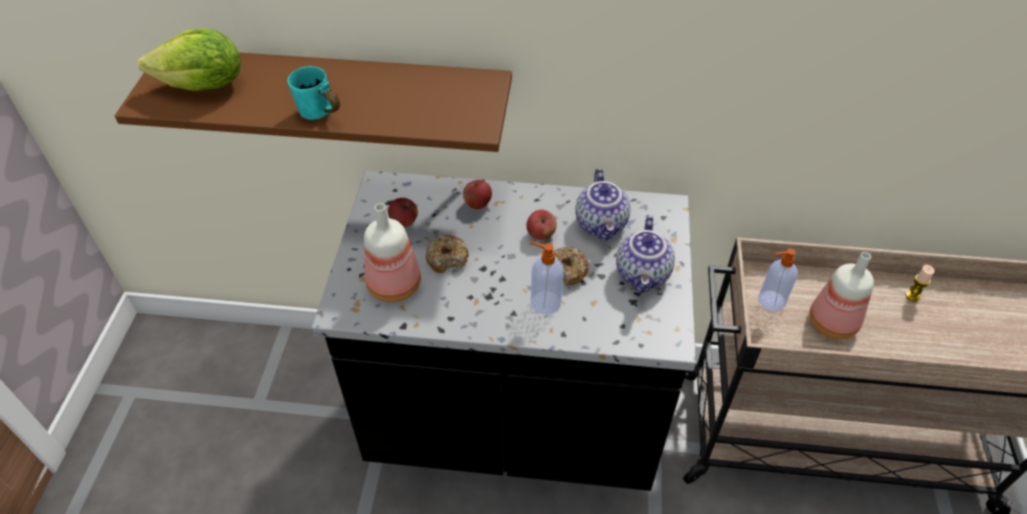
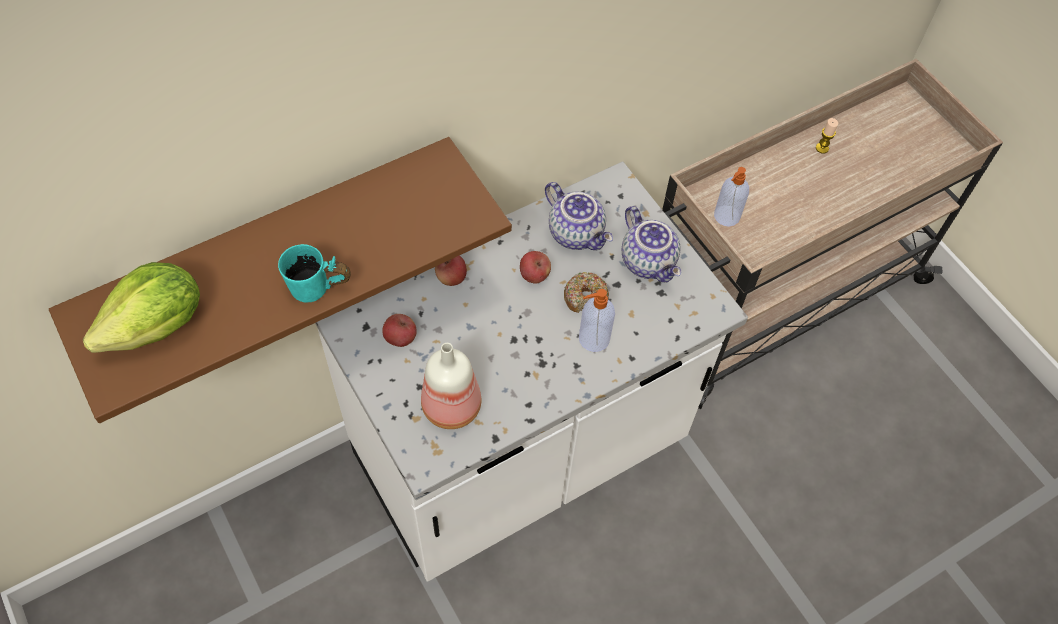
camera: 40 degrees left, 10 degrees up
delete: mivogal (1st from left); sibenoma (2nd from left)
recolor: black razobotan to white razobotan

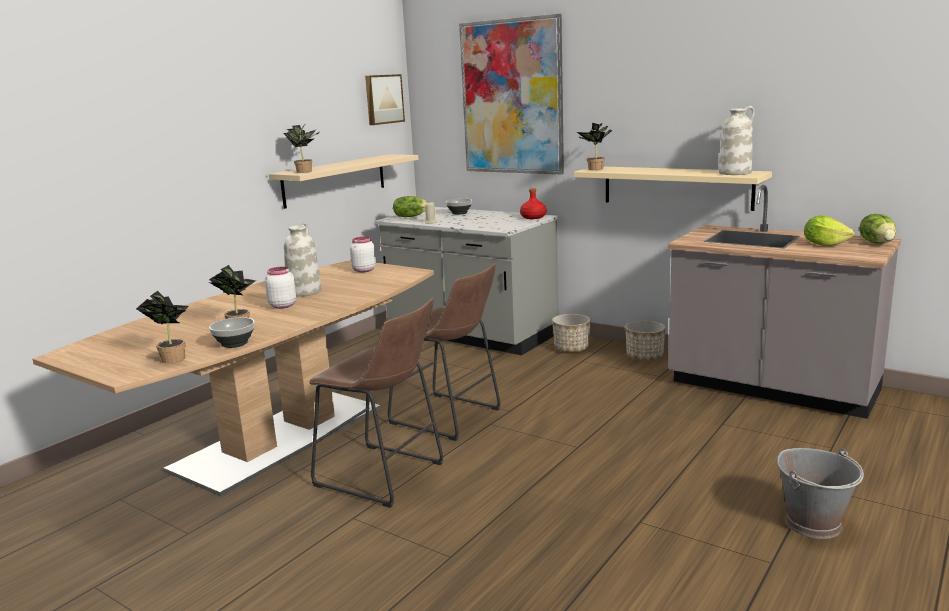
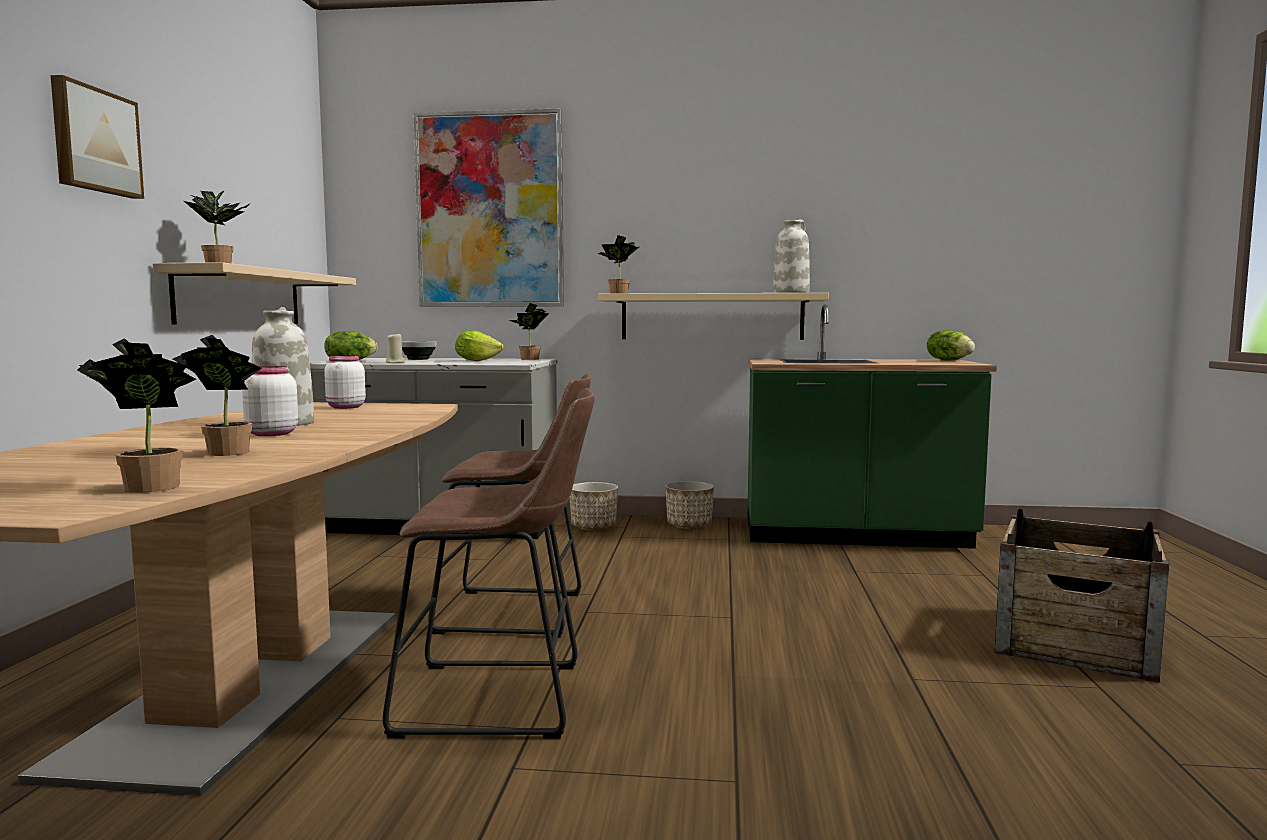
camera: 30 degrees left, 10 degrees down
delete: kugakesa (1st from left)
move: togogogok (1st from left); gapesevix (2nd from left)
replace: red sibenoma to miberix (4th from left); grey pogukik to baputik
recolor: grey razobotan (2nd from left) to green razobotan

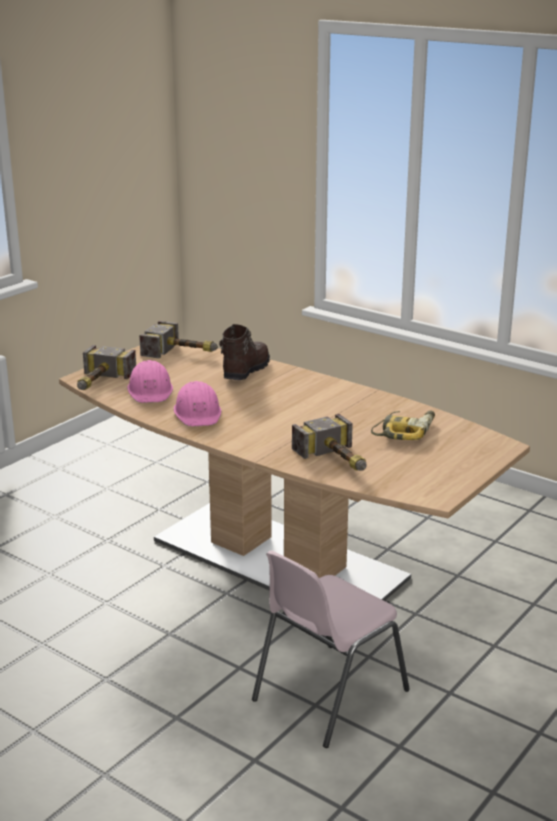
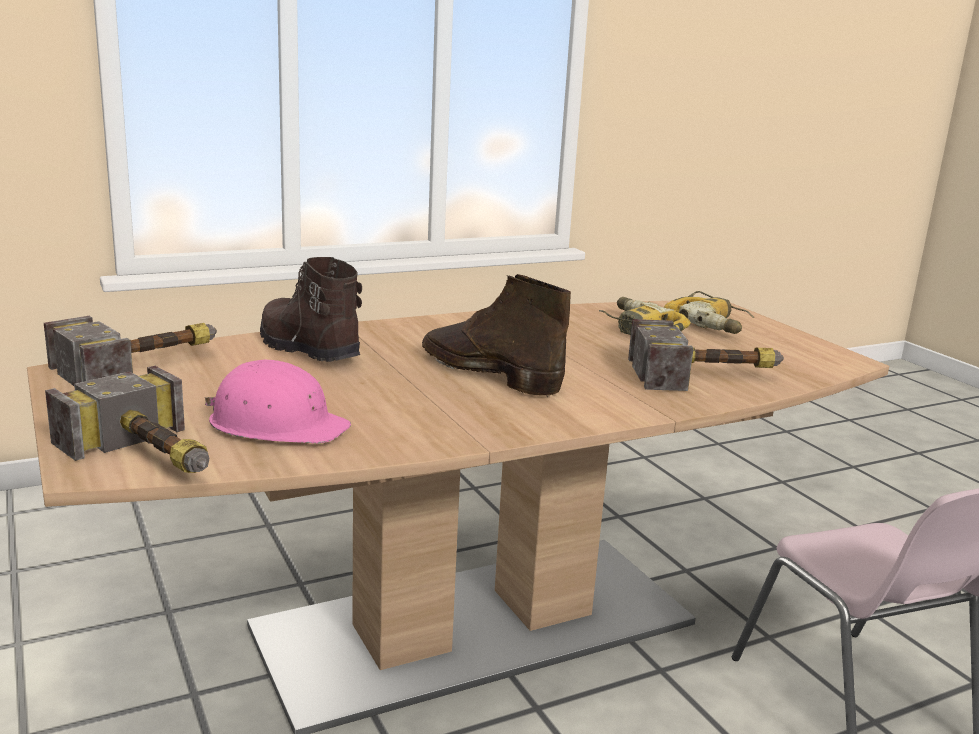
camera: 65 degrees left, 5 degrees down
delete: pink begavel (2nd from left)
insert: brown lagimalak (2nd from left); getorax (2nd from left)

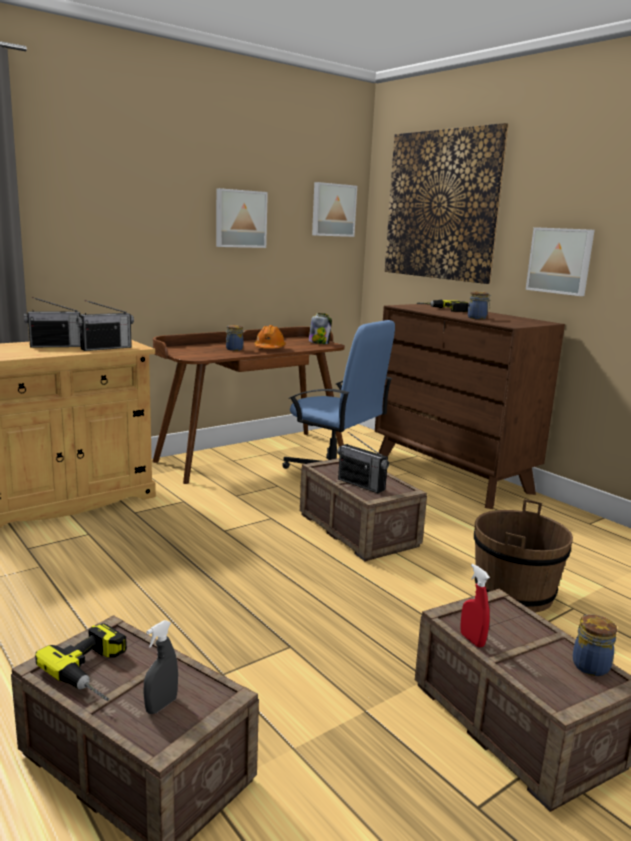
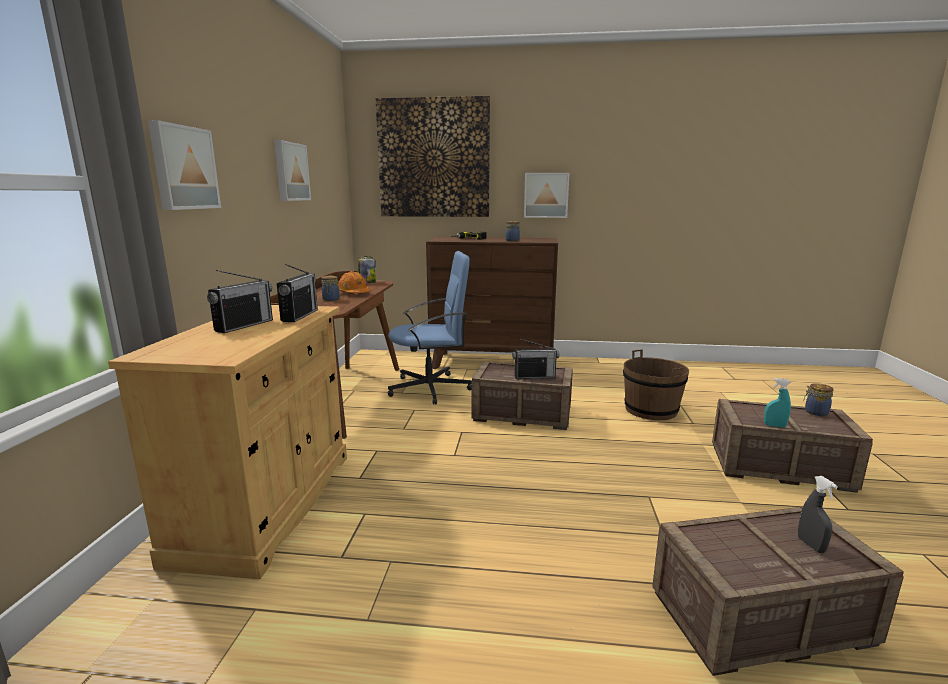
camera: 45 degrees left, 0 degrees up
delete: getorax (1st from left)
move: togogogok (2nd from left in the first image) to togogogok (1st from left)
recolor: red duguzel to turquoise duguzel

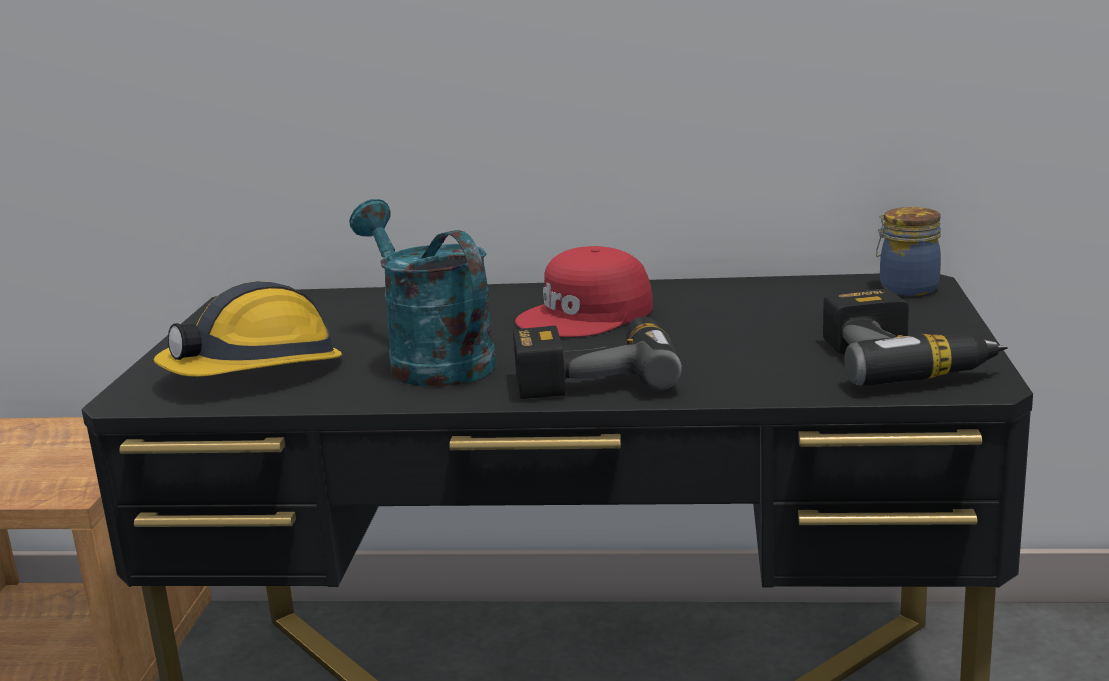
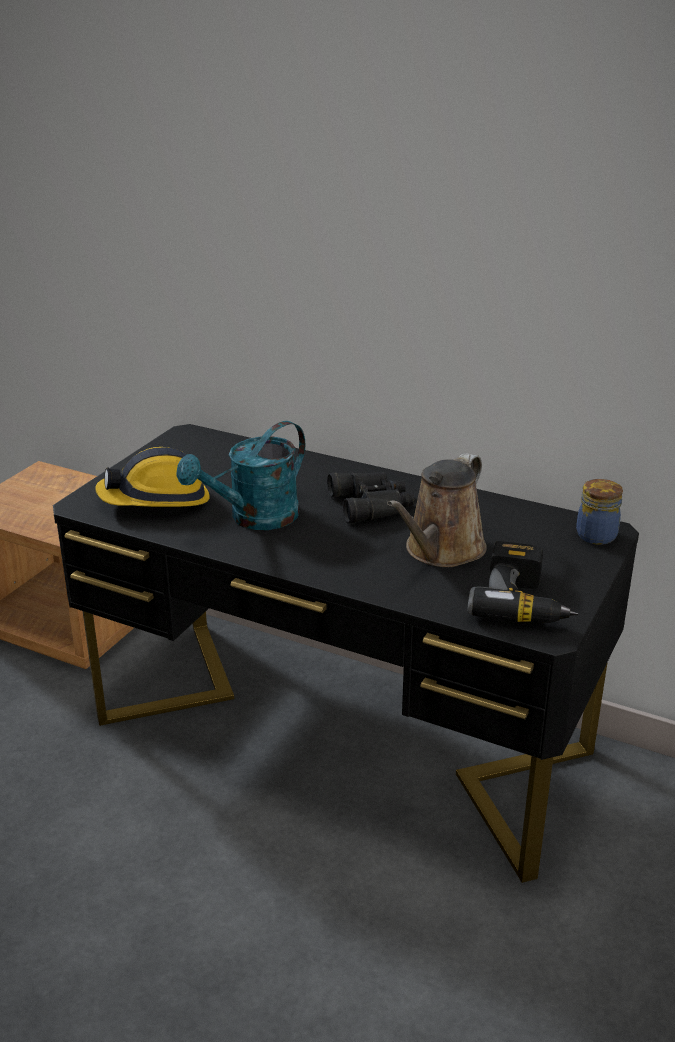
camera: 20 degrees right, 10 degrees up
delete: getorax (1st from left)
insert: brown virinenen
replace: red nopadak to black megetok
rotate: turquoise virinenen 120 degrees counterclockwise

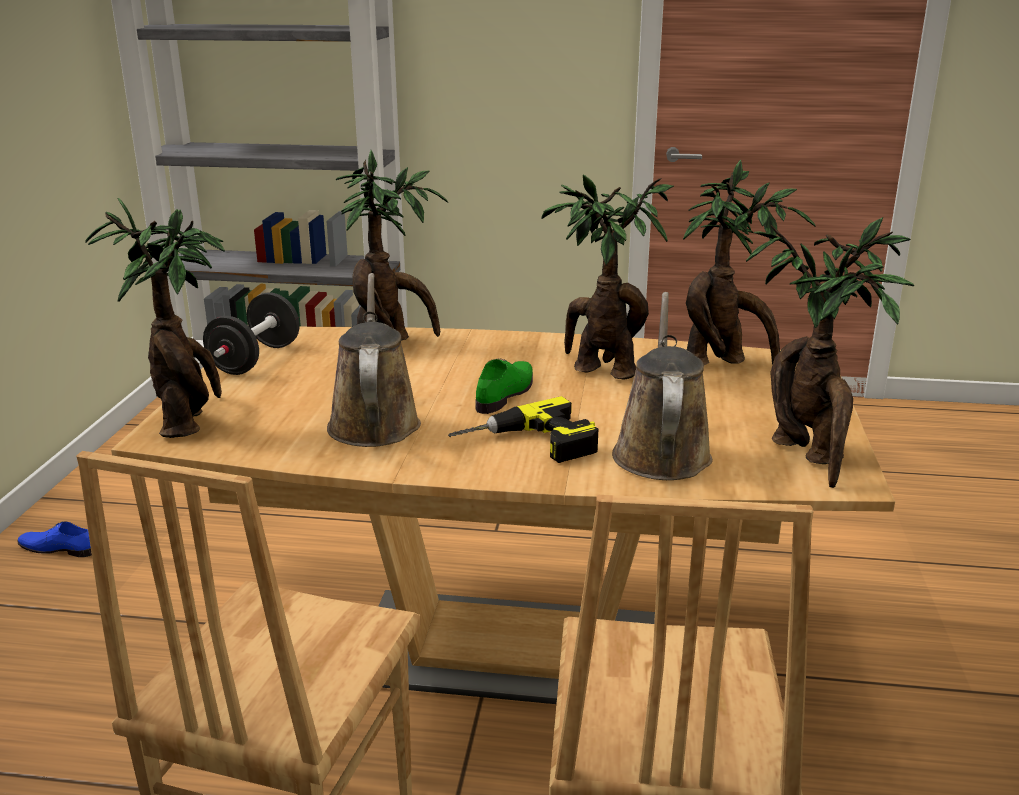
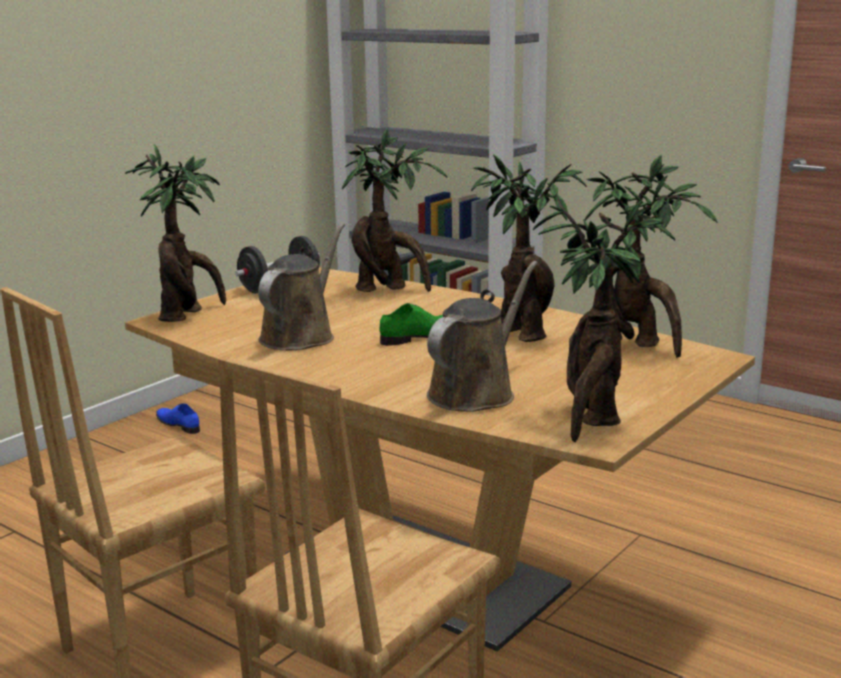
camera: 30 degrees right, 5 degrees down
delete: getorax

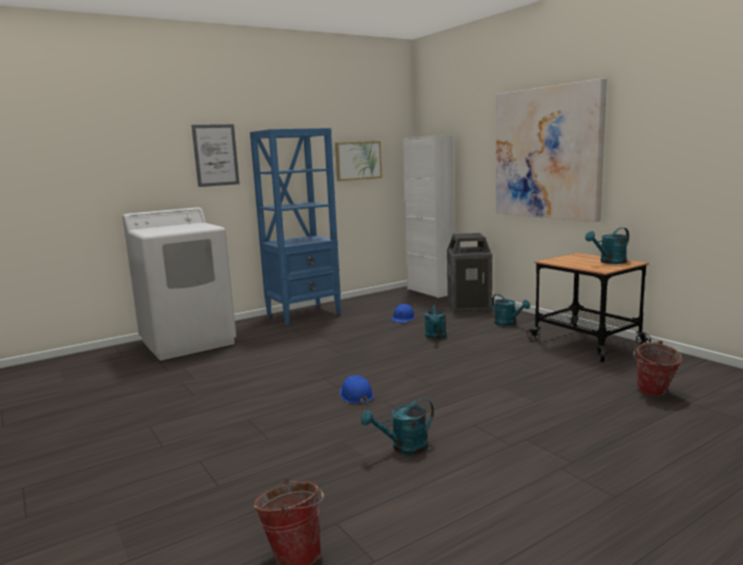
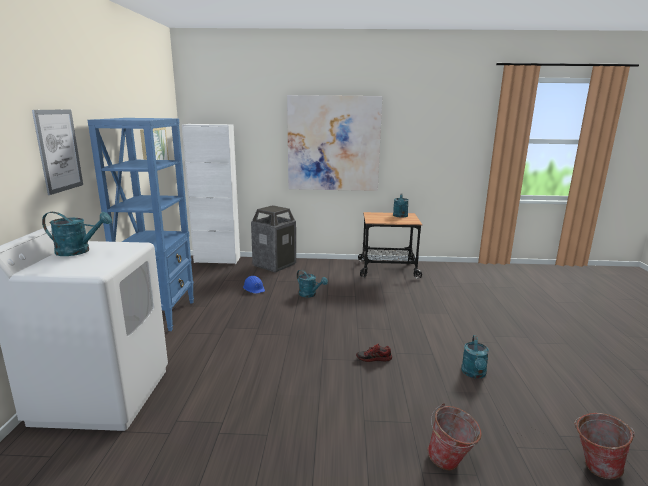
camera: 55 degrees left, 5 degrees up
move: turquoise virinenen (3rd from left in the first image) to turquoise virinenen (1st from left); pogukik (2nd from left in the first image) to pogukik (1st from left)
replace: blue begavel (1st from left) to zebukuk

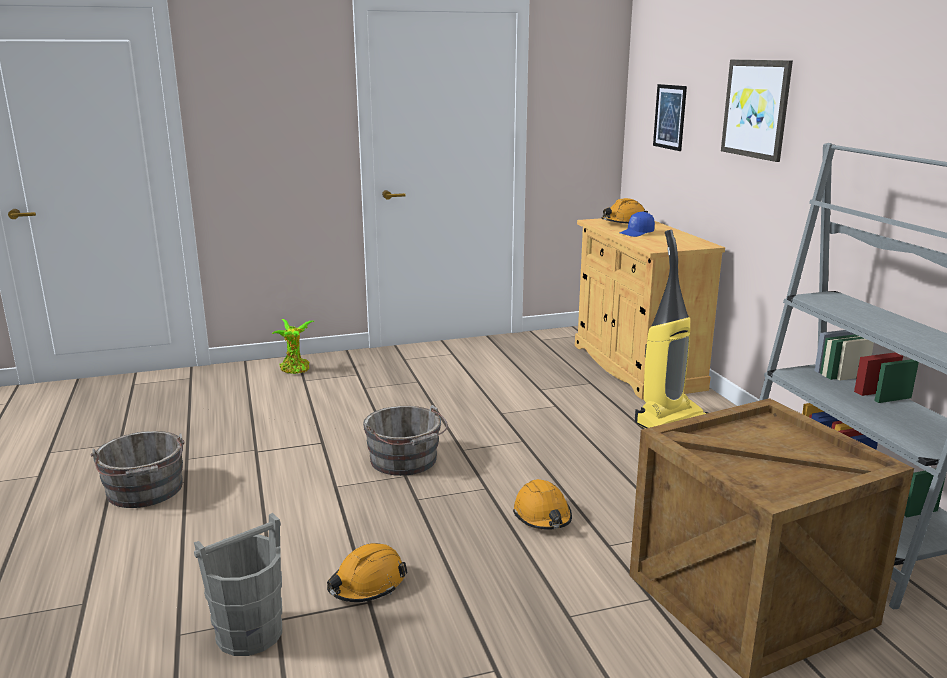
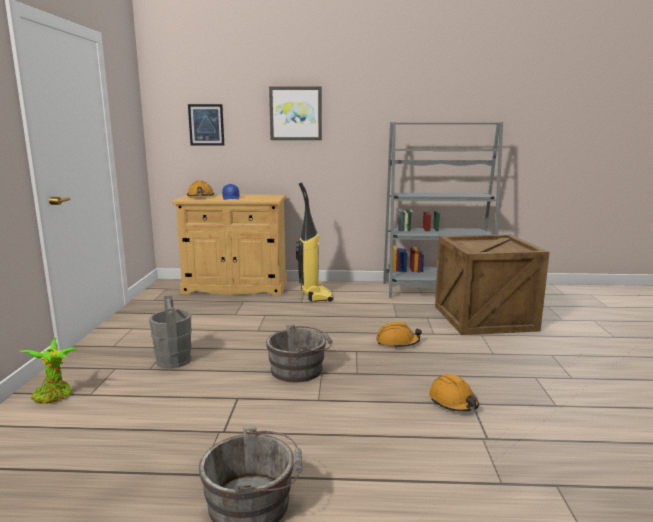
camera: 70 degrees left, 5 degrees down
move: grey pogukik (2nd from left in the first image) to grey pogukik (1st from left)

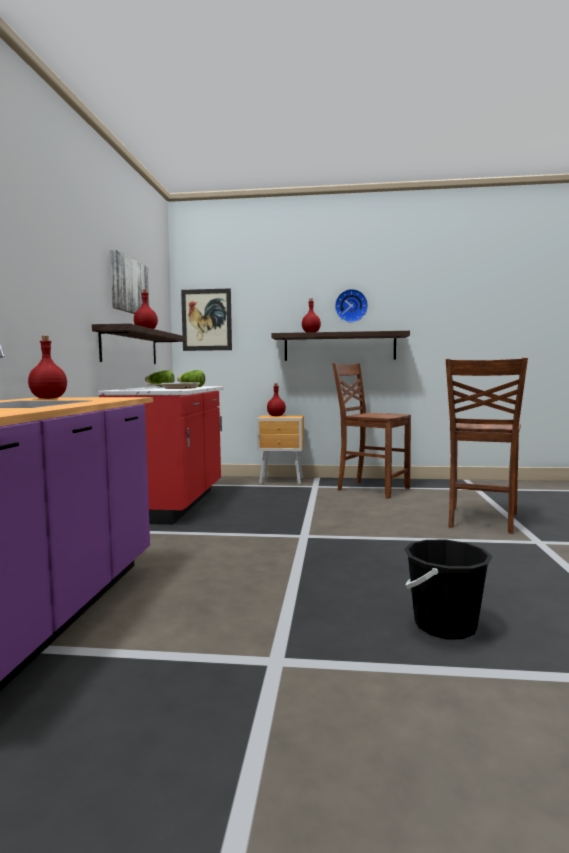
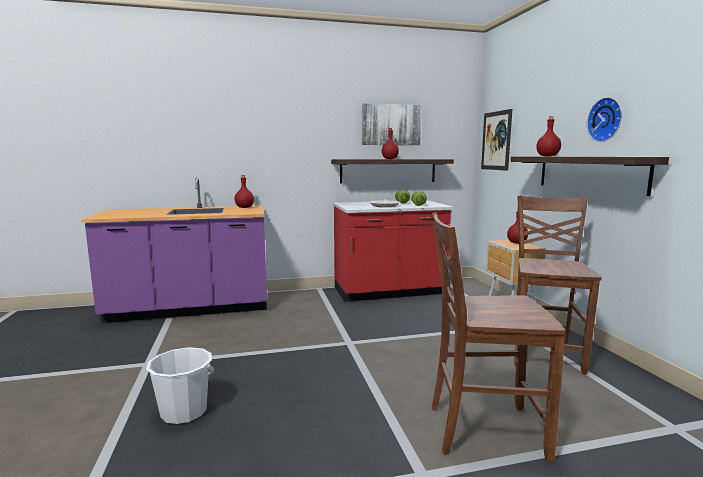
camera: 70 degrees right, 5 degrees up
recolor: black pogukik to white pogukik

